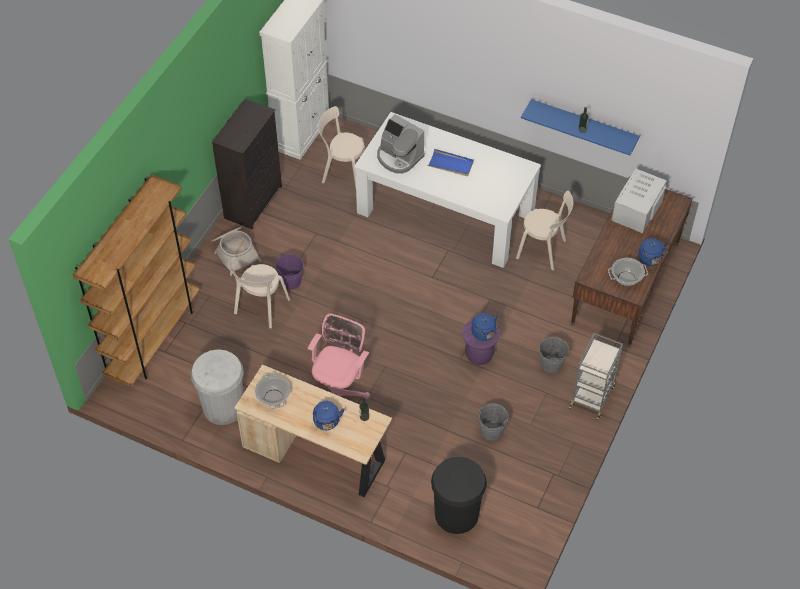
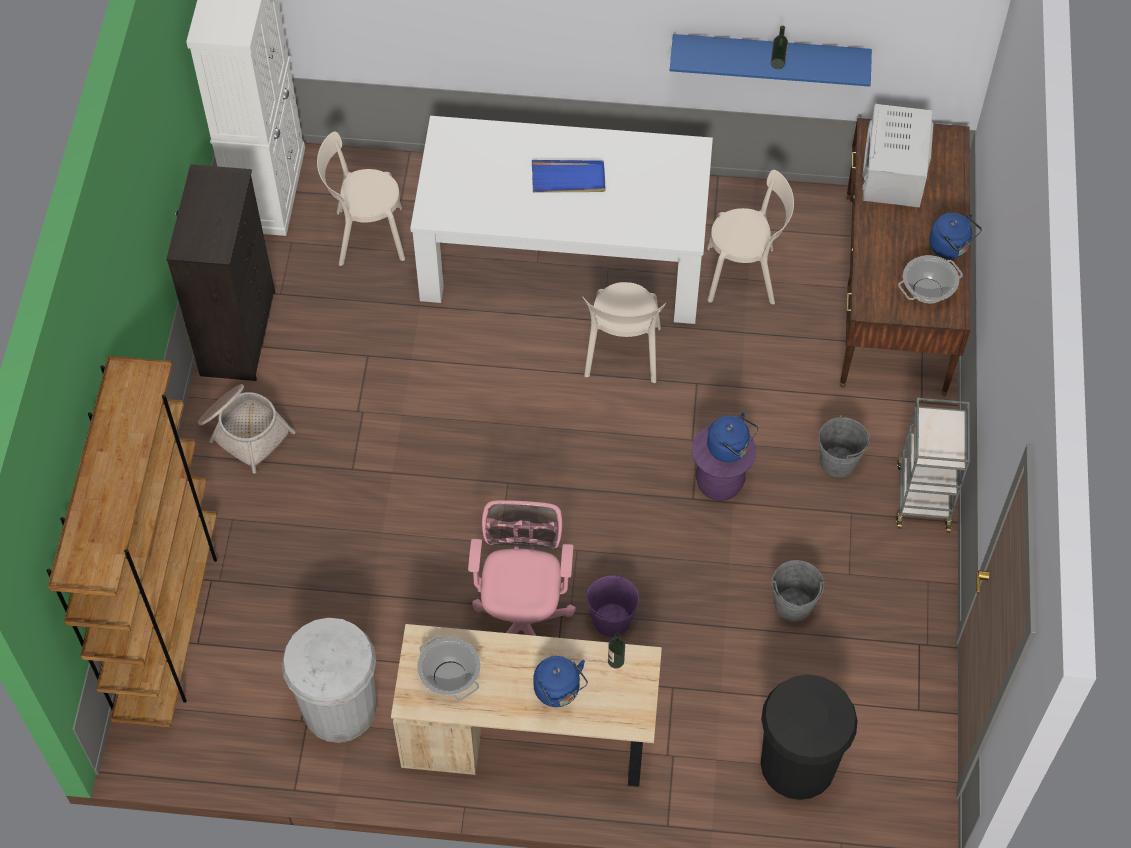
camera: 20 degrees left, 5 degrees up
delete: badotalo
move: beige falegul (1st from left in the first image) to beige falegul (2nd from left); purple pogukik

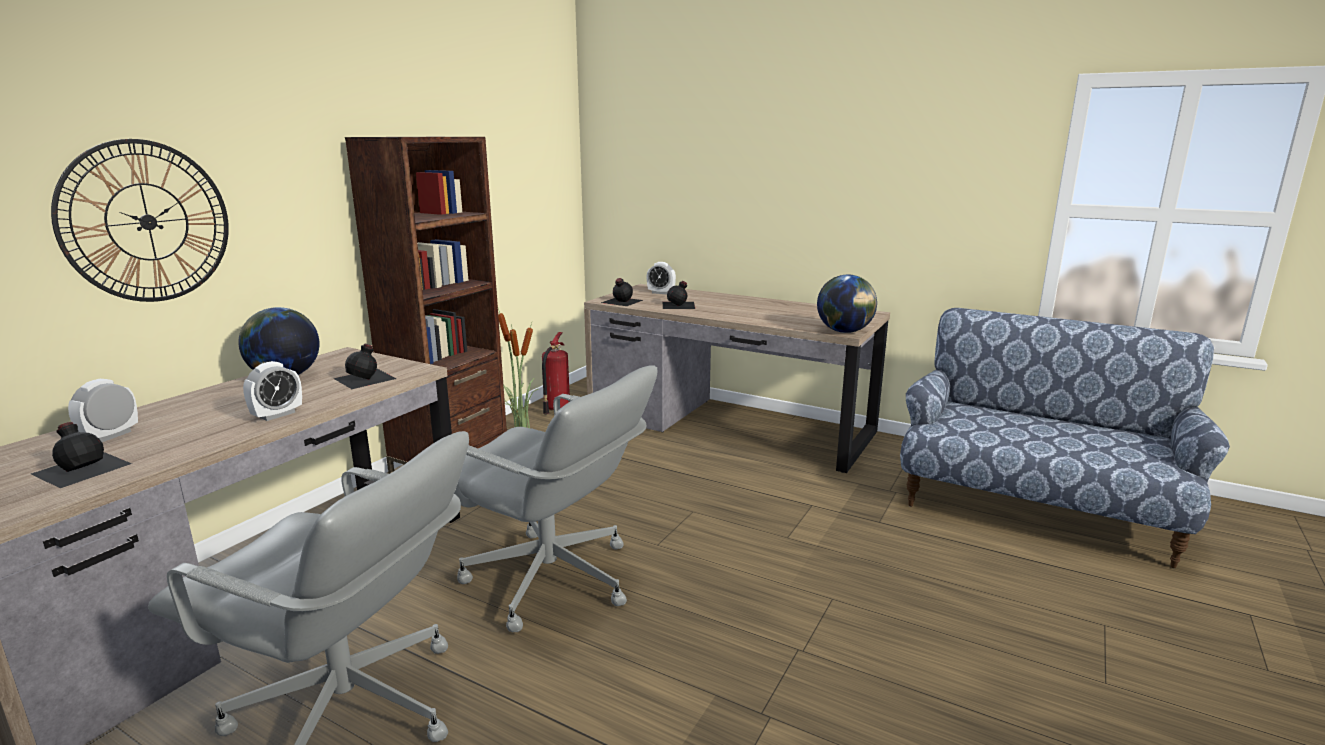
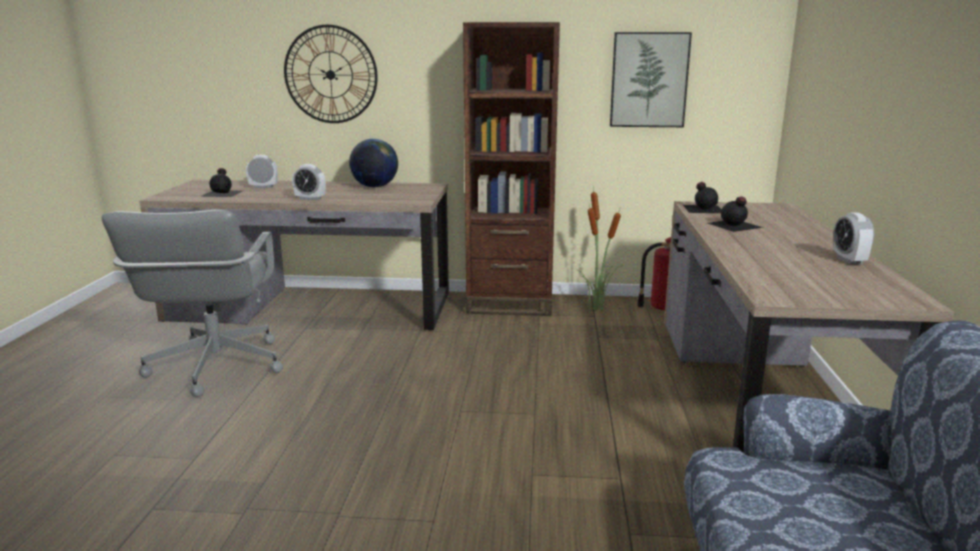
camera: 65 degrees right, 0 degrees up
delete: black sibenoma (2nd from left); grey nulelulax (2nd from left); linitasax (2nd from left)
insert: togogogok
move: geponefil (3rd from left)

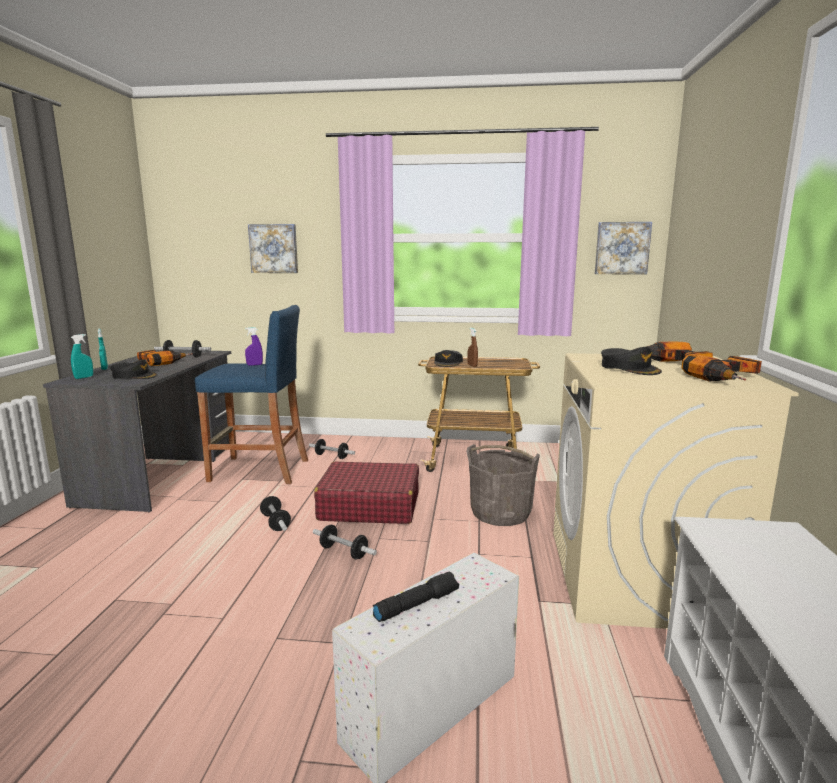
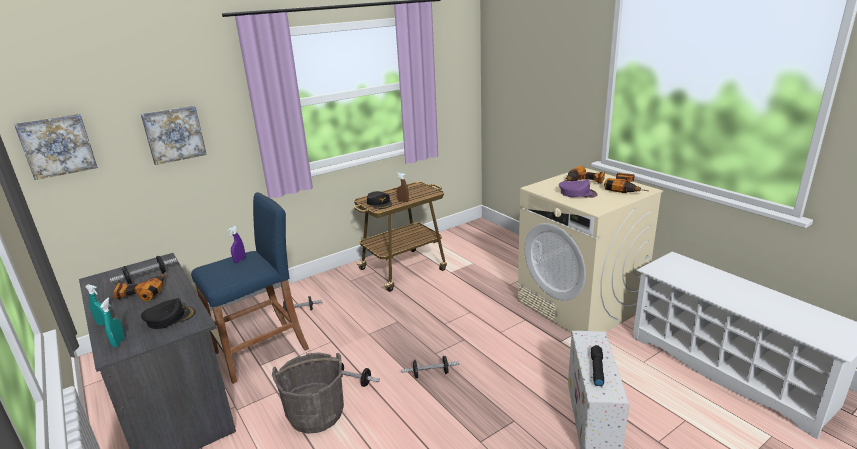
camera: 40 degrees left, 10 degrees up
delete: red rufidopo
move: grey pogukik; togogogok (2nd from left in the first image) to togogogok (1st from left)
recolor: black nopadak (3rd from left) to purple nopadak

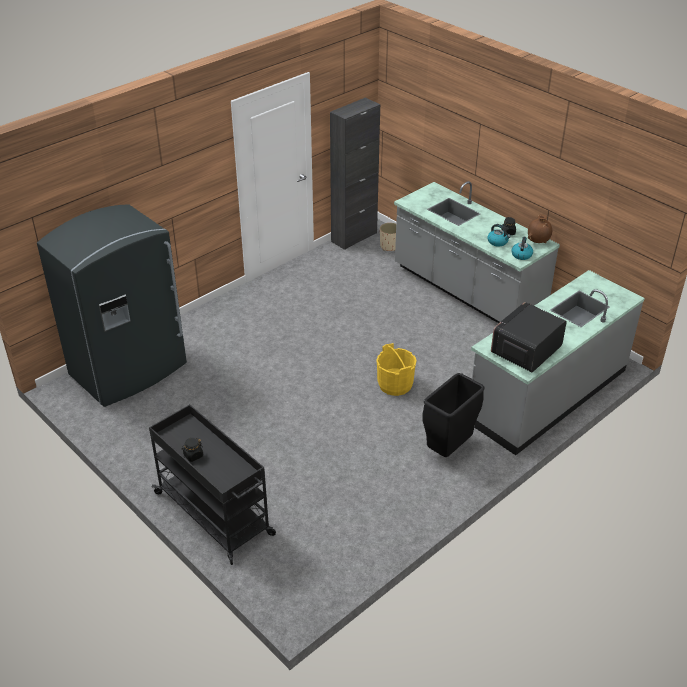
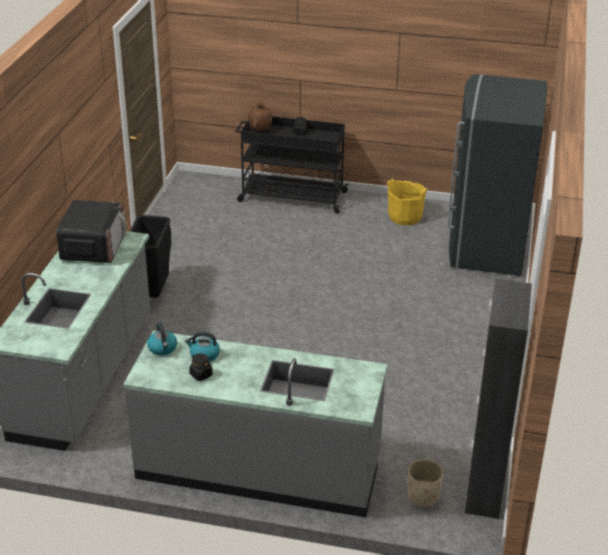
camera: 145 degrees right, 5 degrees down
move: yellow pogukik; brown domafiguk

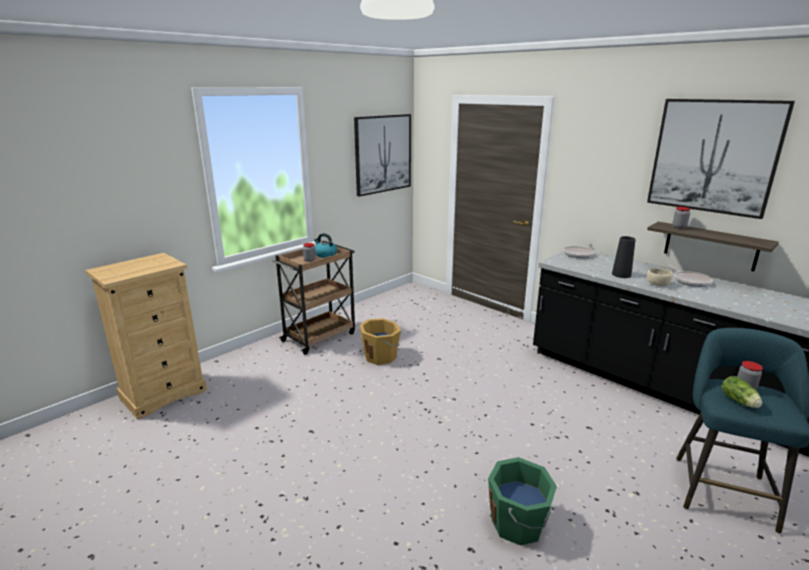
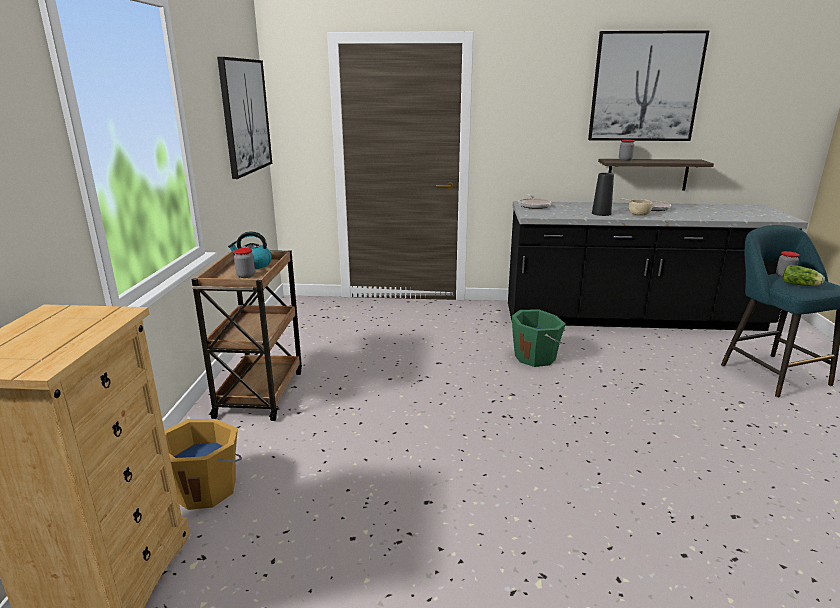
camera: 40 degrees left, 0 degrees up
move: orange pogukik; green pogukik

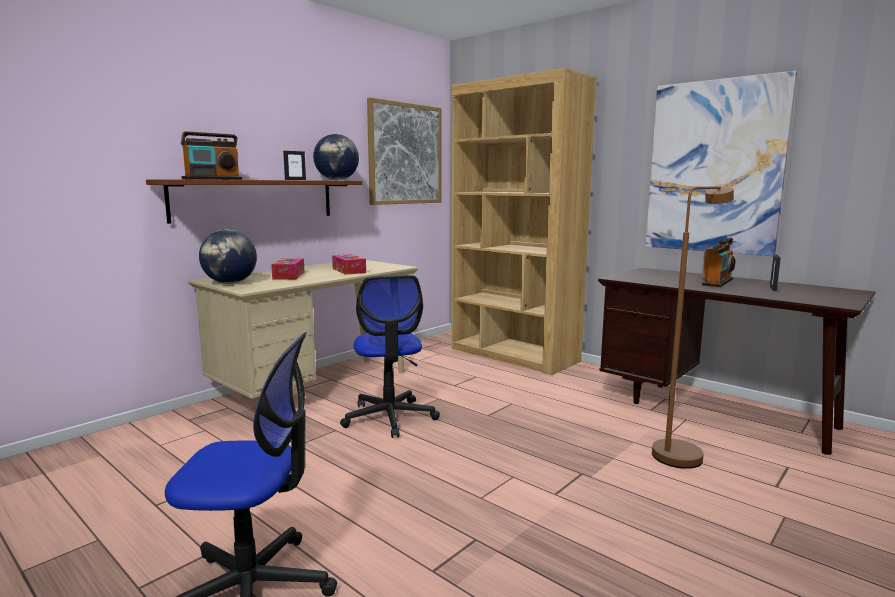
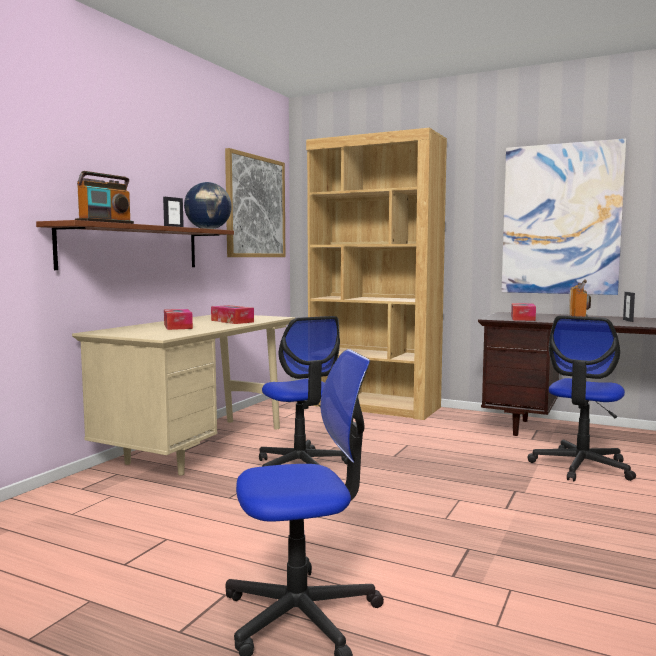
camera: 15 degrees left, 5 degrees down
delete: linitasax (1st from left)
insert: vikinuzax (3rd from left)
replace: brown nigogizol to nulelulax (3rd from left)

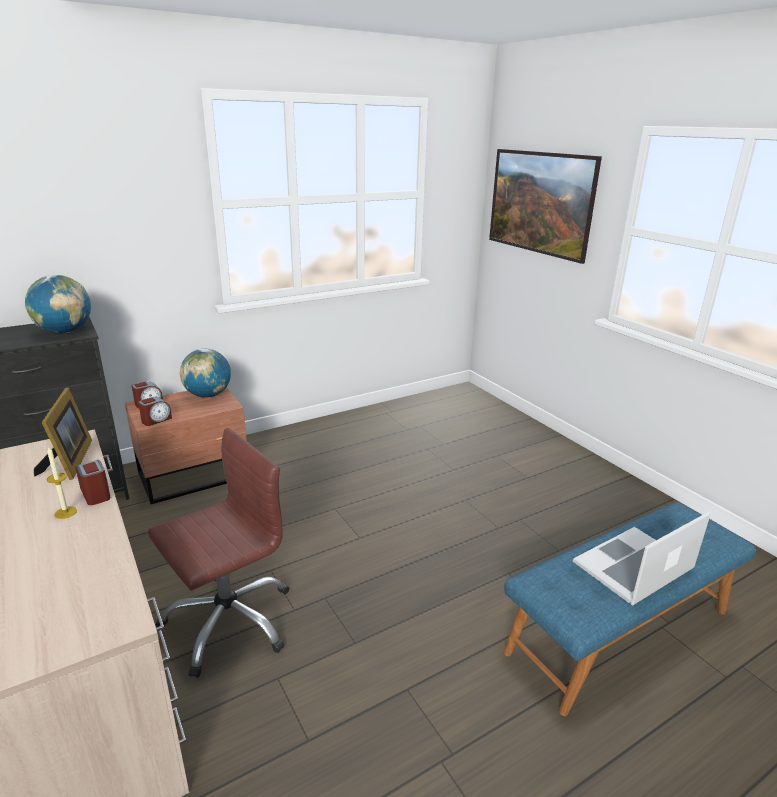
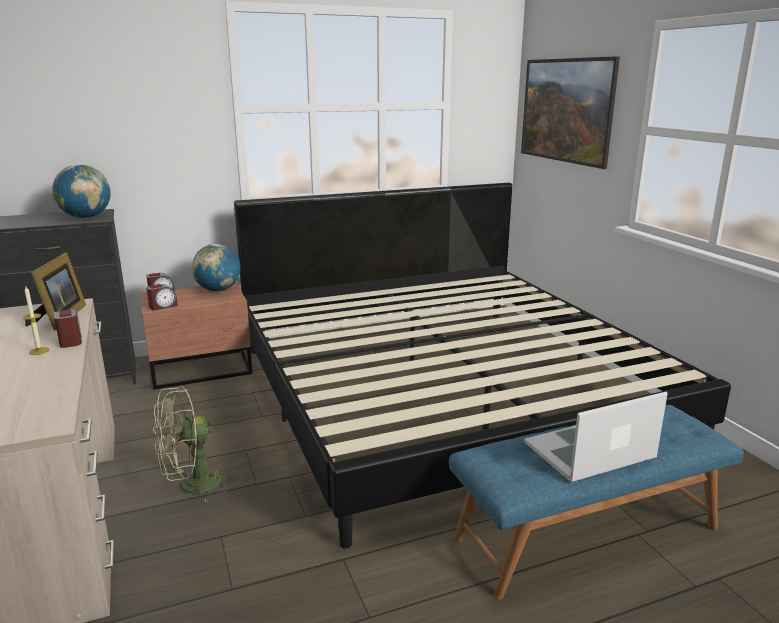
camera: 10 degrees right, 5 degrees down
insert: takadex
replace: brown nulelulax to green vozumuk

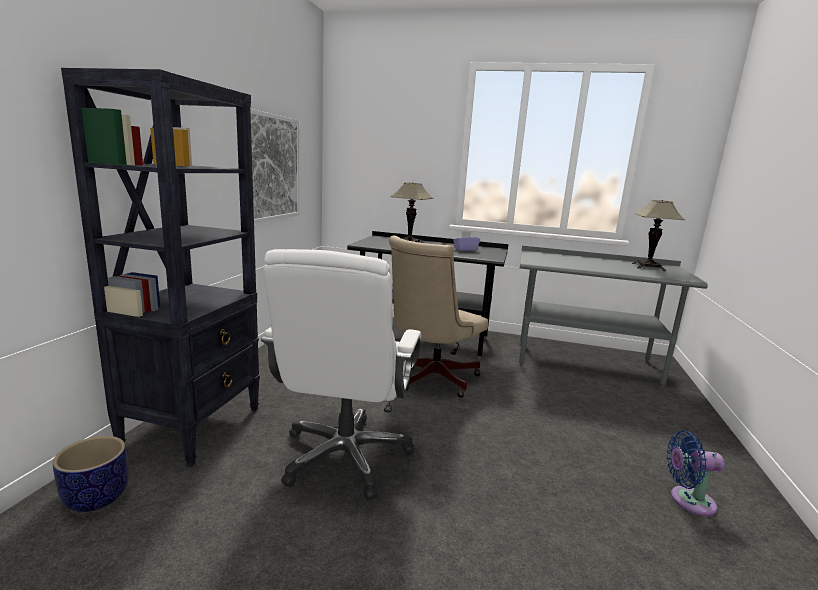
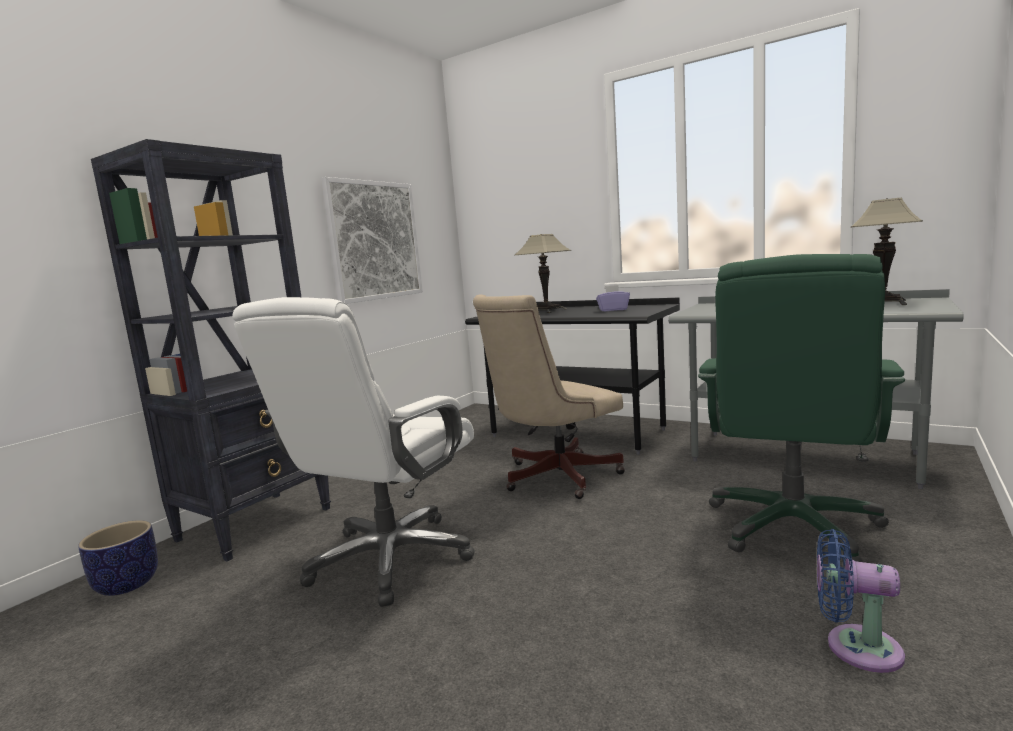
camera: 20 degrees right, 5 degrees down
insert: green nulelulax

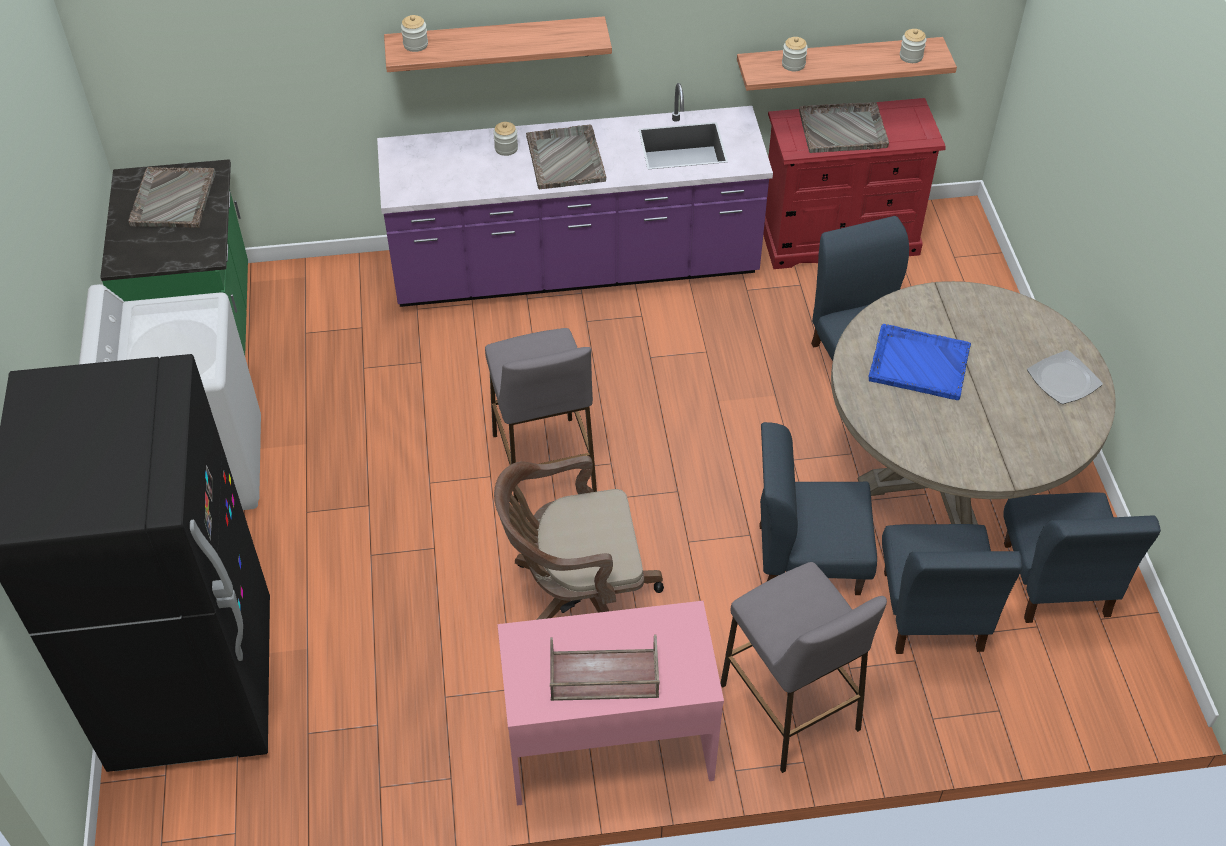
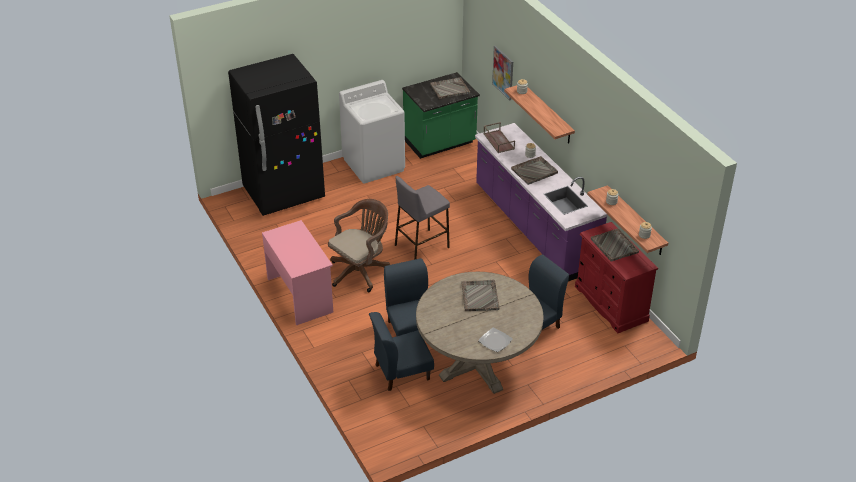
camera: 70 degrees right, 10 degrees down
delete: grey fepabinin (2nd from left); blue falegul (4th from left)
insert: togogogok
move: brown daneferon
recolor: blue daneferon to grey daneferon (2nd from left)
rotate: brown nulelulax 75 degrees clockwise

